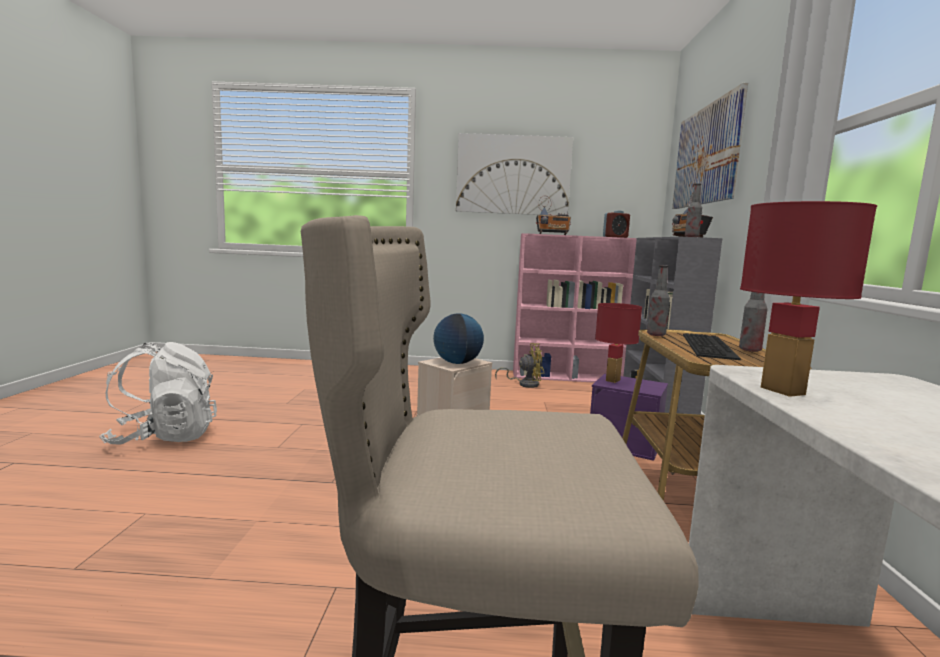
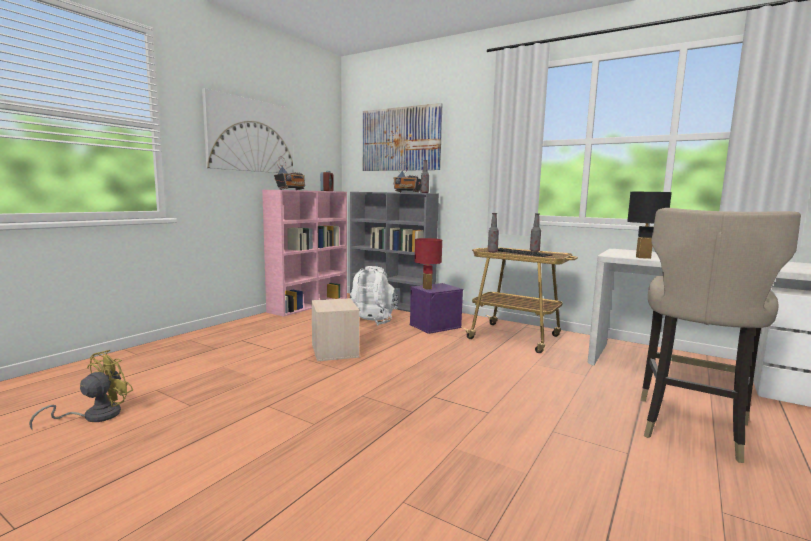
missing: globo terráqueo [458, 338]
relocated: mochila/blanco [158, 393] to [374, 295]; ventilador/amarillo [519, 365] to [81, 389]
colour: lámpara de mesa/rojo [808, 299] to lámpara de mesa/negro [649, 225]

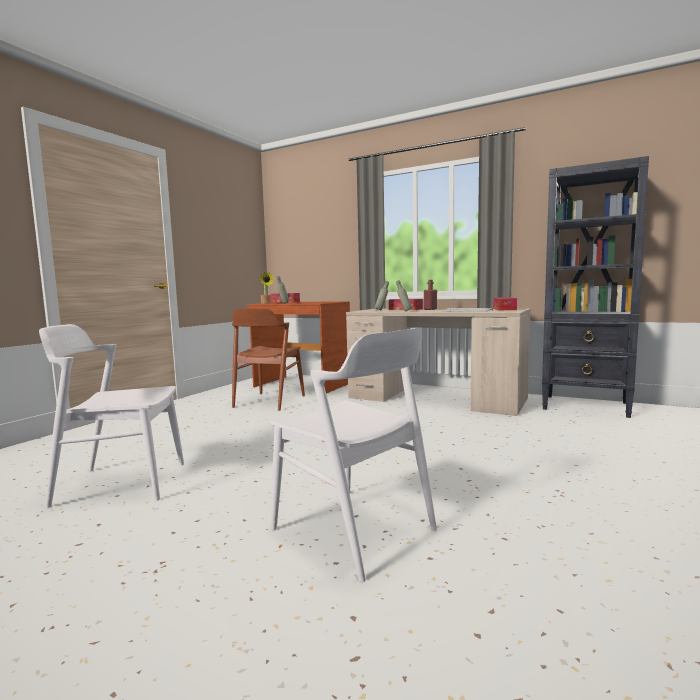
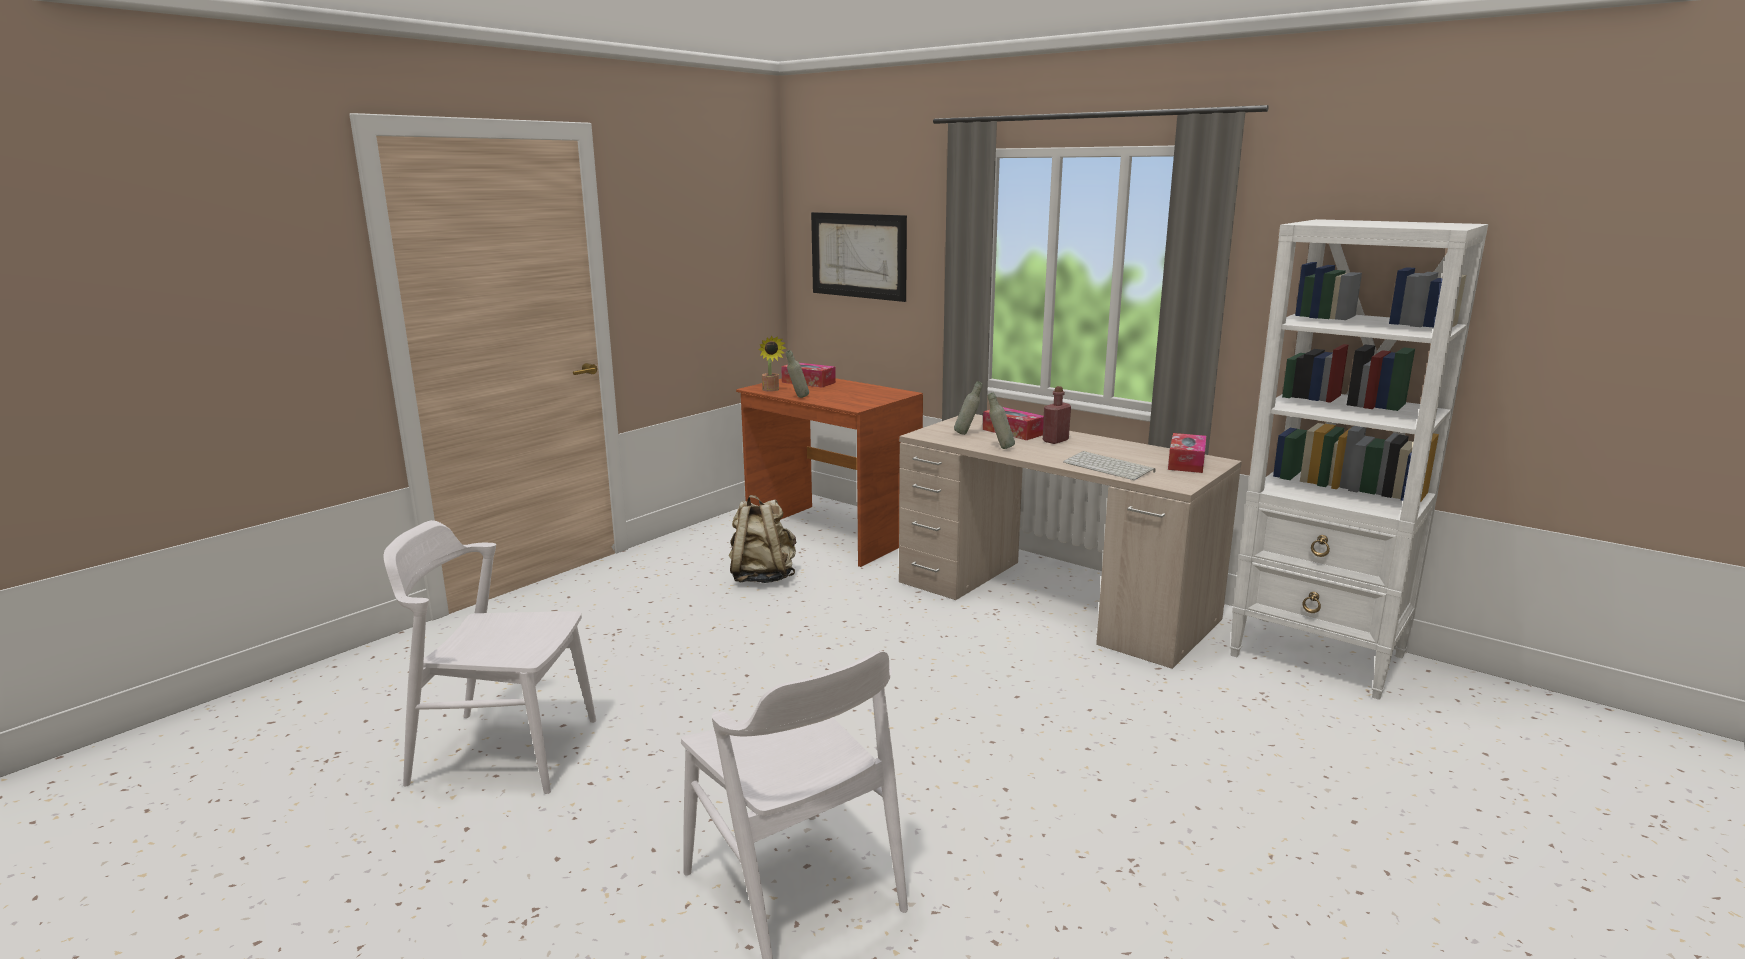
appeared: cuadro [859, 257]
exchanged: silla/marrón [268, 360] to mochila/beis [762, 539]
colour: estantería/negro [595, 287] to estantería/blanco [1359, 459]

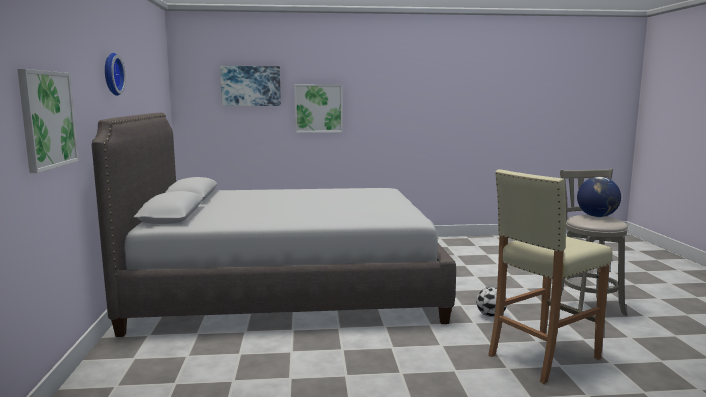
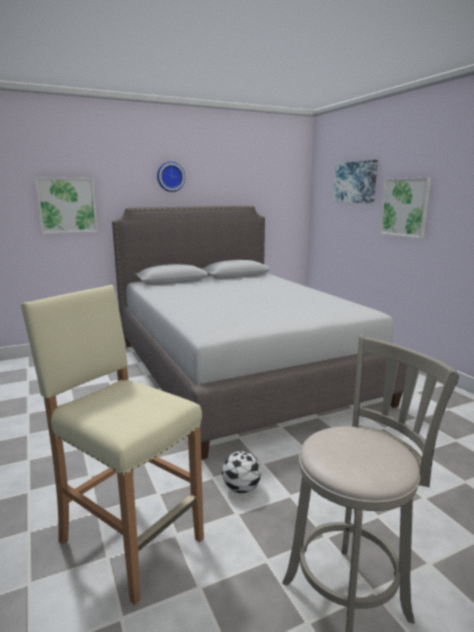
missing: globo terráqueo [599, 197]

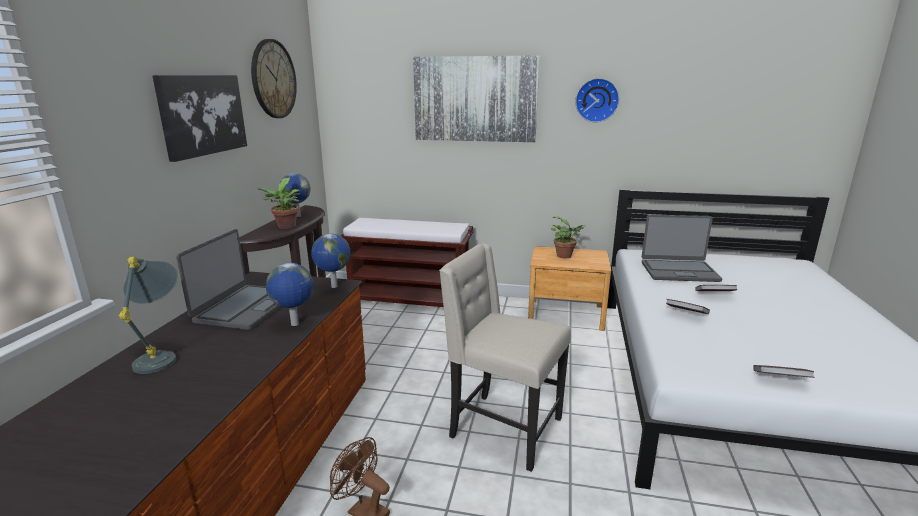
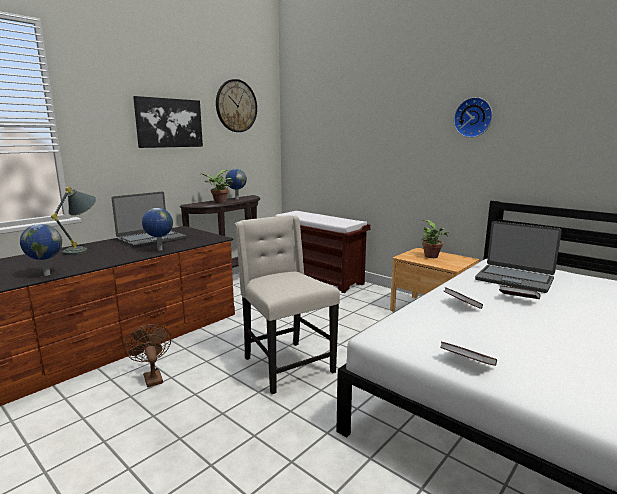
missing: cuadro [476, 98]
relocated: globo terráqueo [331, 261] to [41, 250]

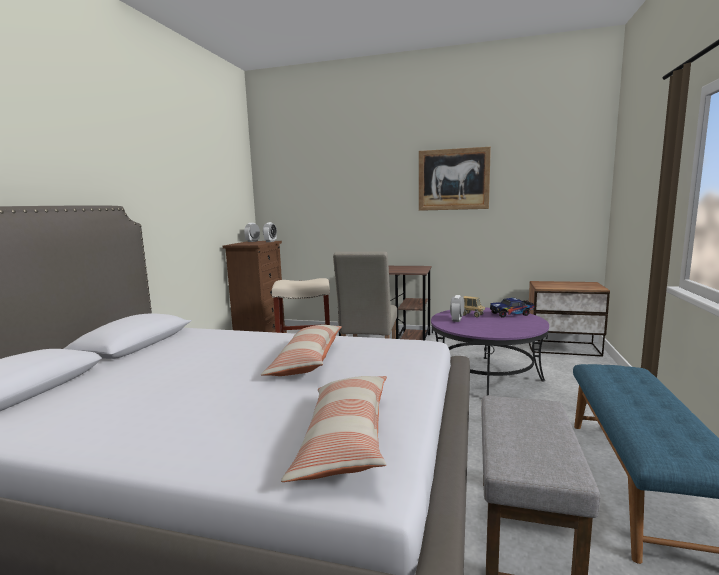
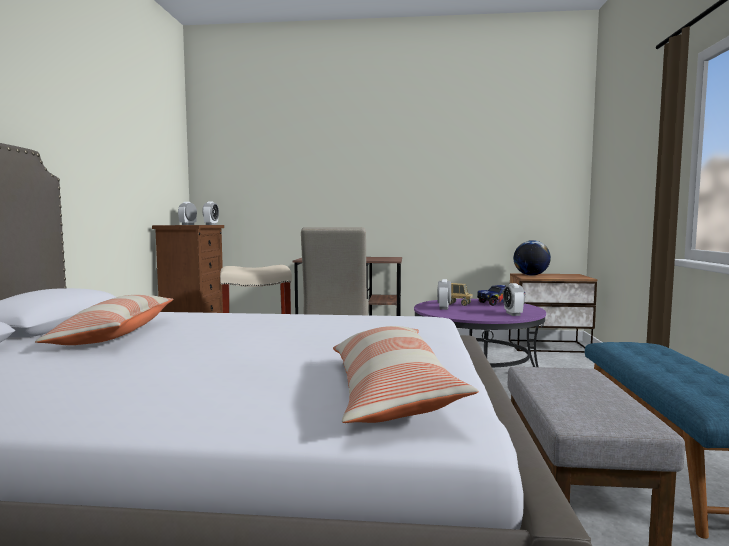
missing: cuadro [455, 179]
appeared: despertador [514, 299]; globo terráqueo [532, 258]
relocated: cojín [301, 350] to [104, 320]

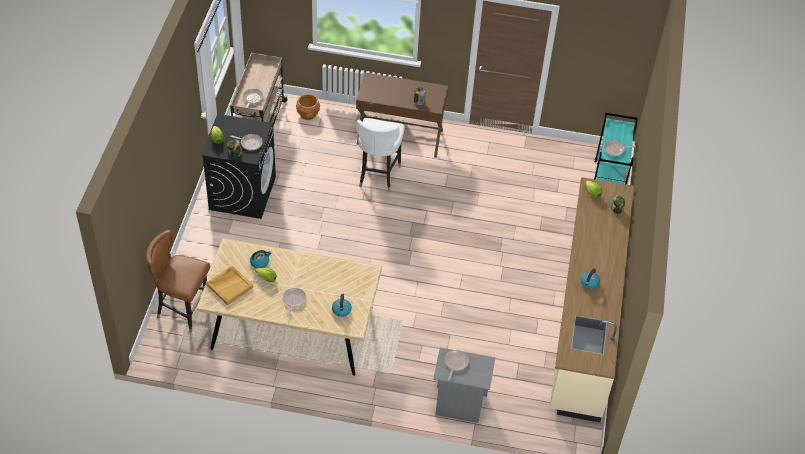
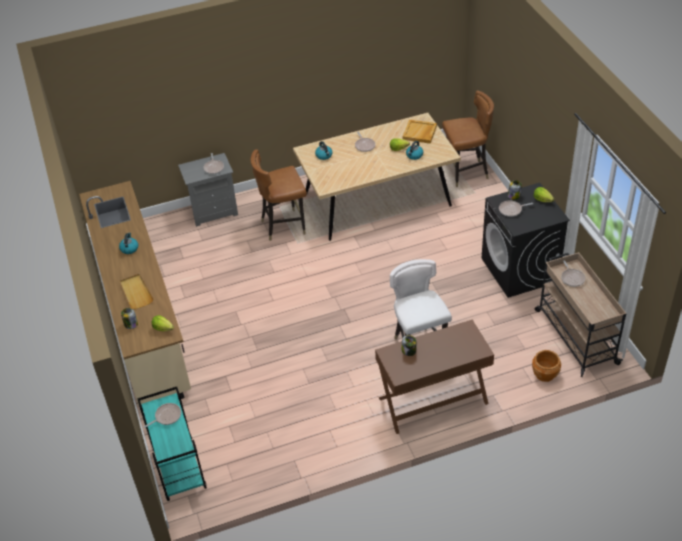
appeared: bandeja/beis [137, 291]; silla/marrón [278, 195]

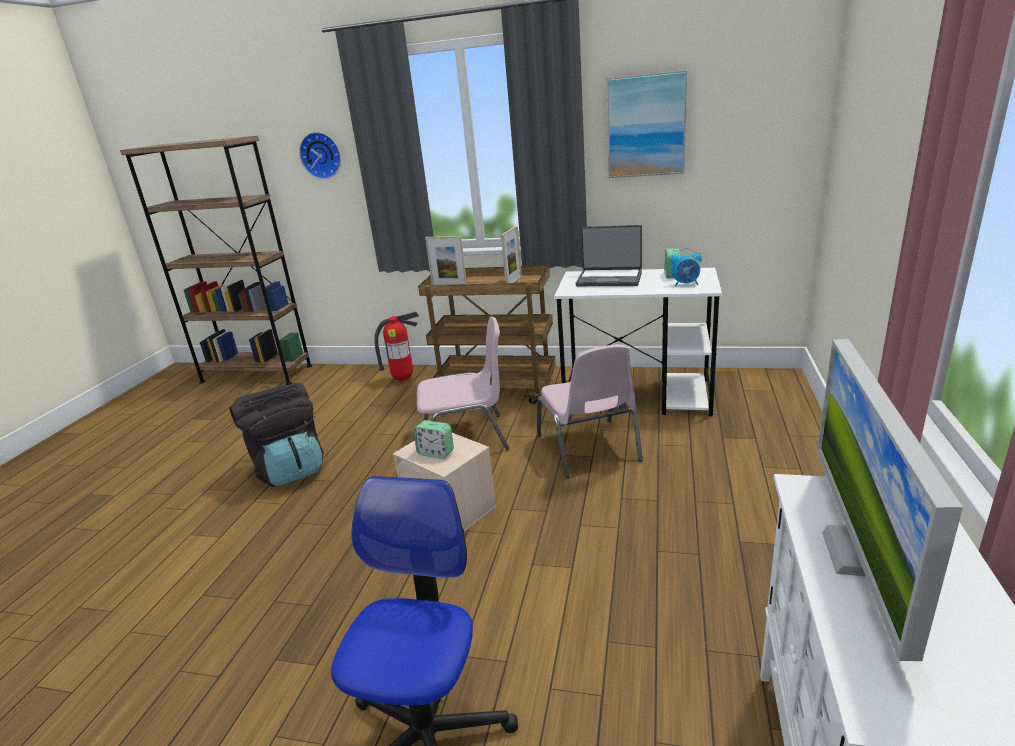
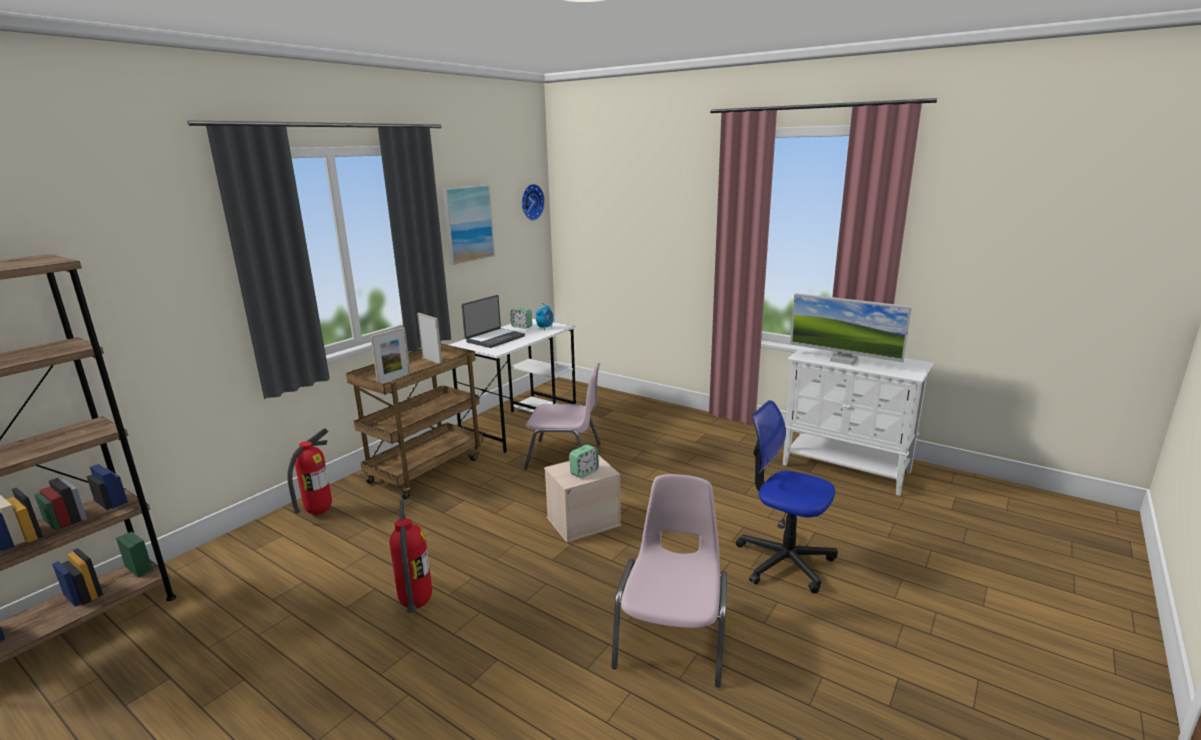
relocated: reloj de pared [320, 155] to [533, 202]; silla/rosa [463, 383] to [669, 581]
exchanged: mochila/negro [276, 435] to extintor [411, 556]

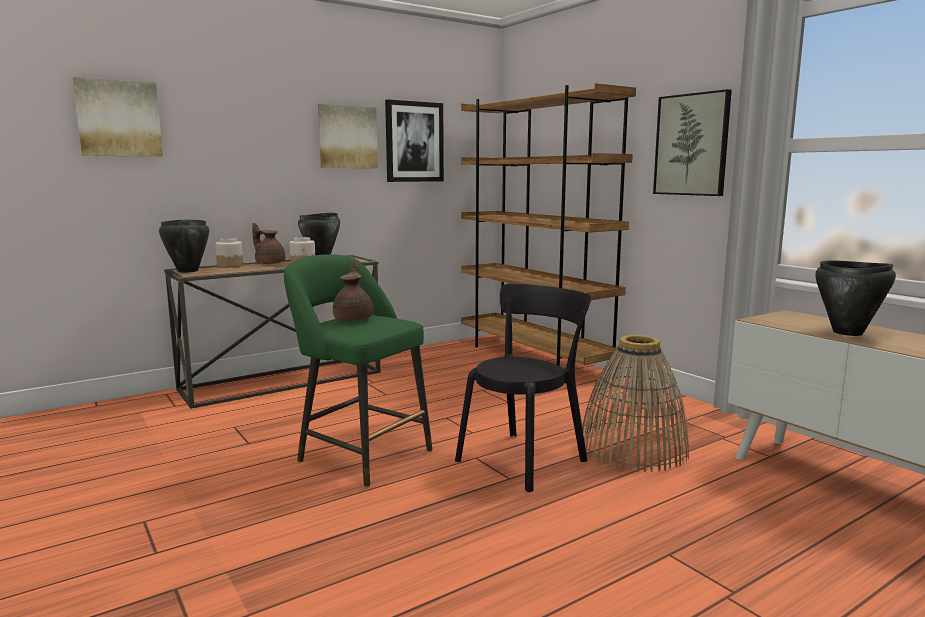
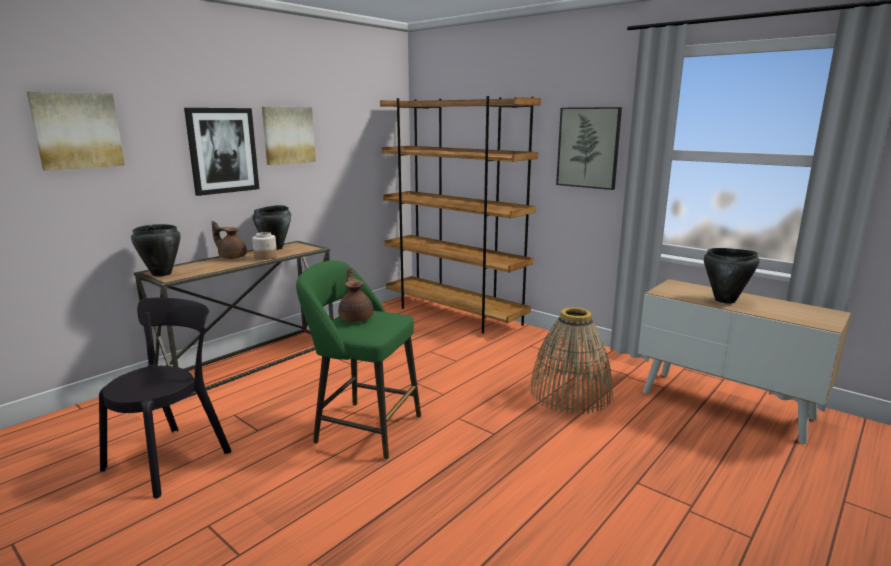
missing: tarro [229, 253]
relocated: cuadro [414, 140] to [221, 152]; silla/negro [523, 388] to [165, 398]

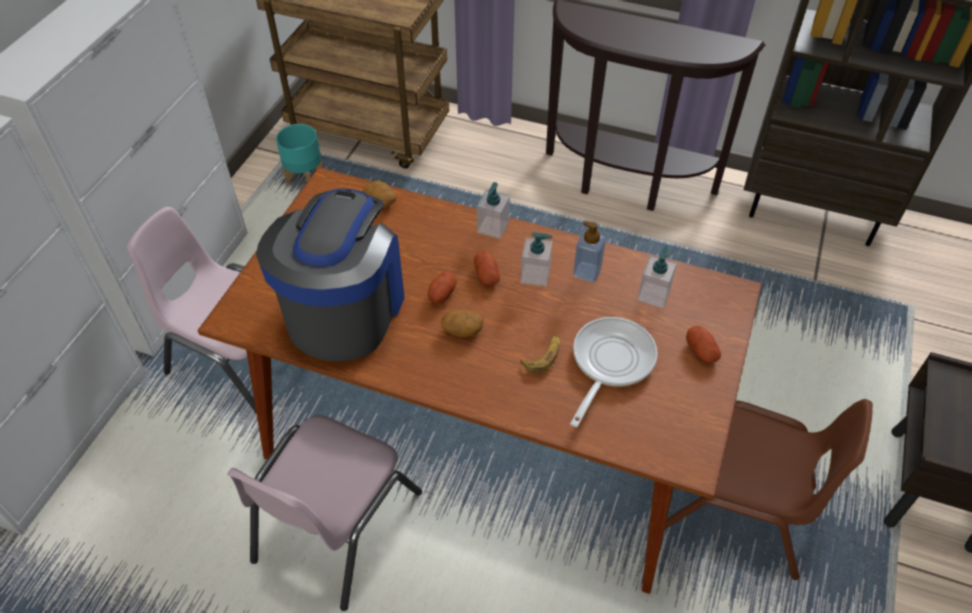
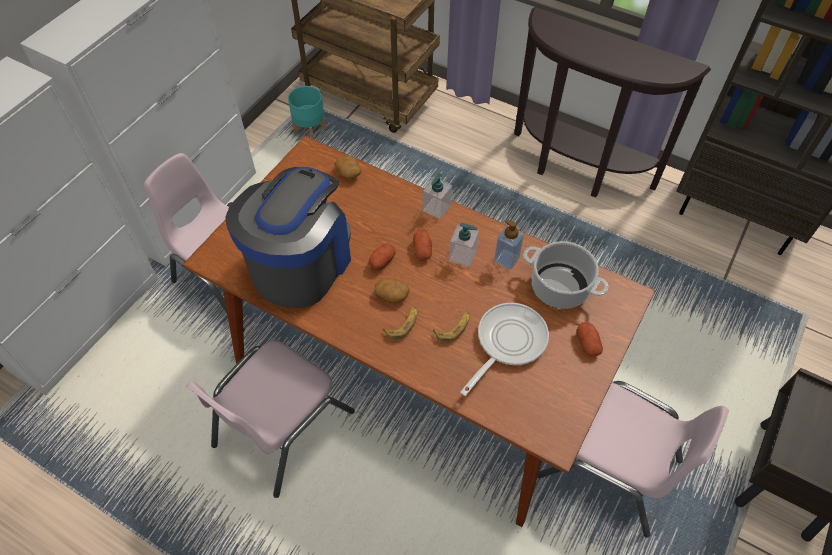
appeared: plátano [400, 323]
exchanged: dispensador de jabón [657, 276] to olla [565, 275]
colour: silla/marrón [768, 489] to silla/rosa [633, 459]

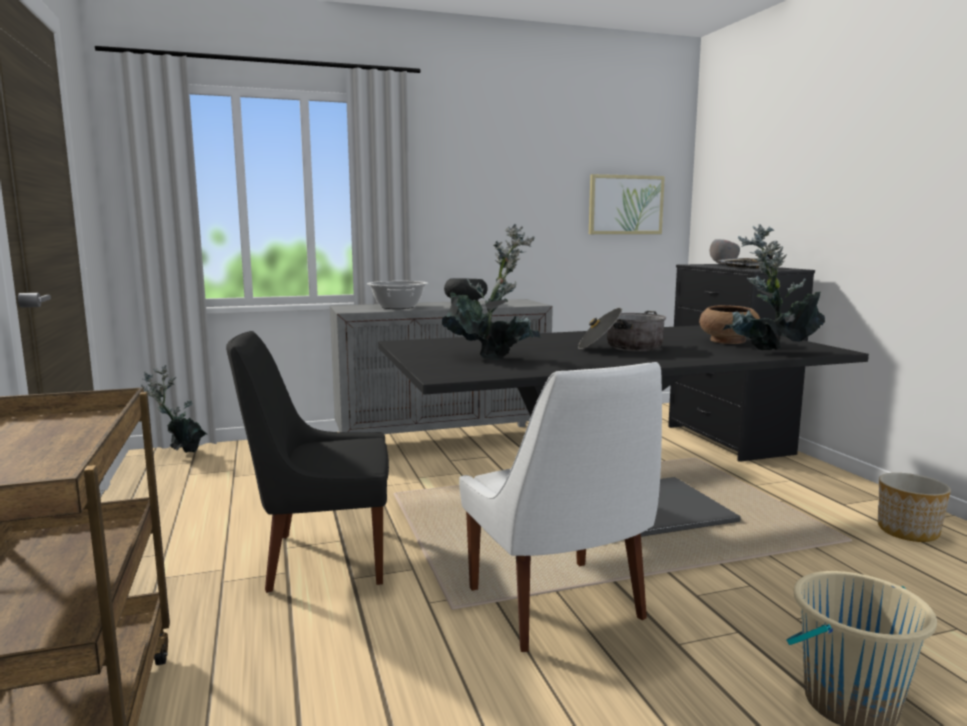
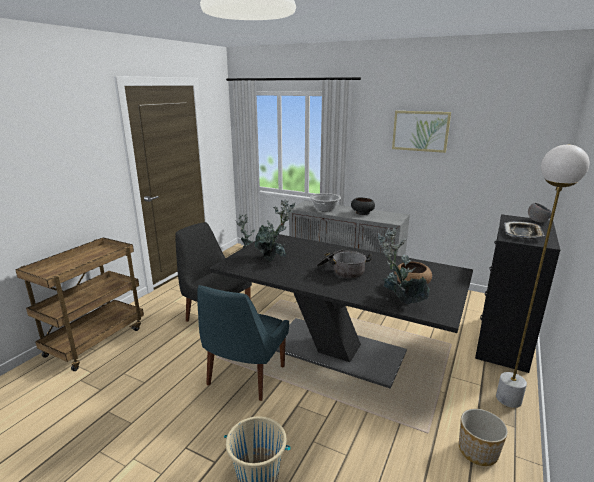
appeared: lámpara de pie/blanco [543, 276]
relocated: cuadro [627, 204] to [421, 132]
colour: silla/blanco [560, 507] to silla/azul [243, 343]

